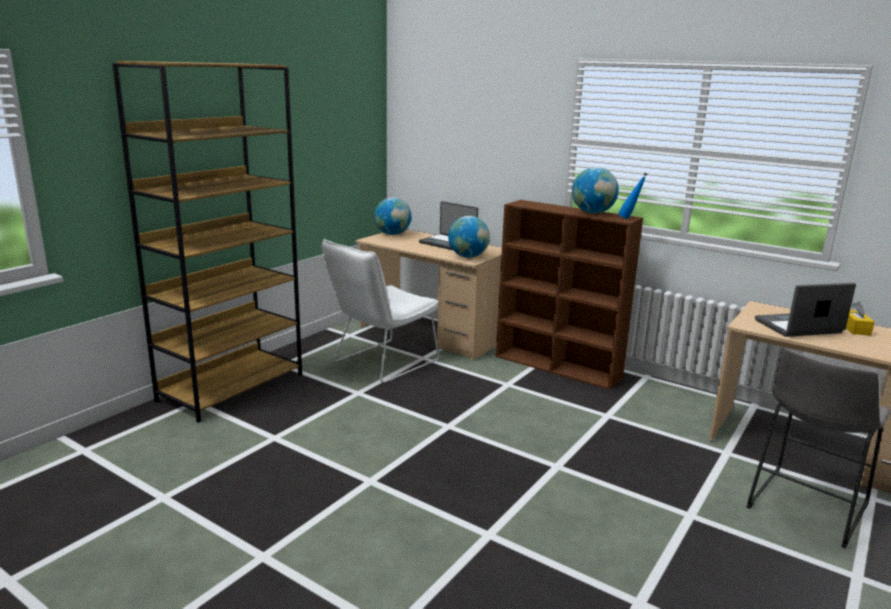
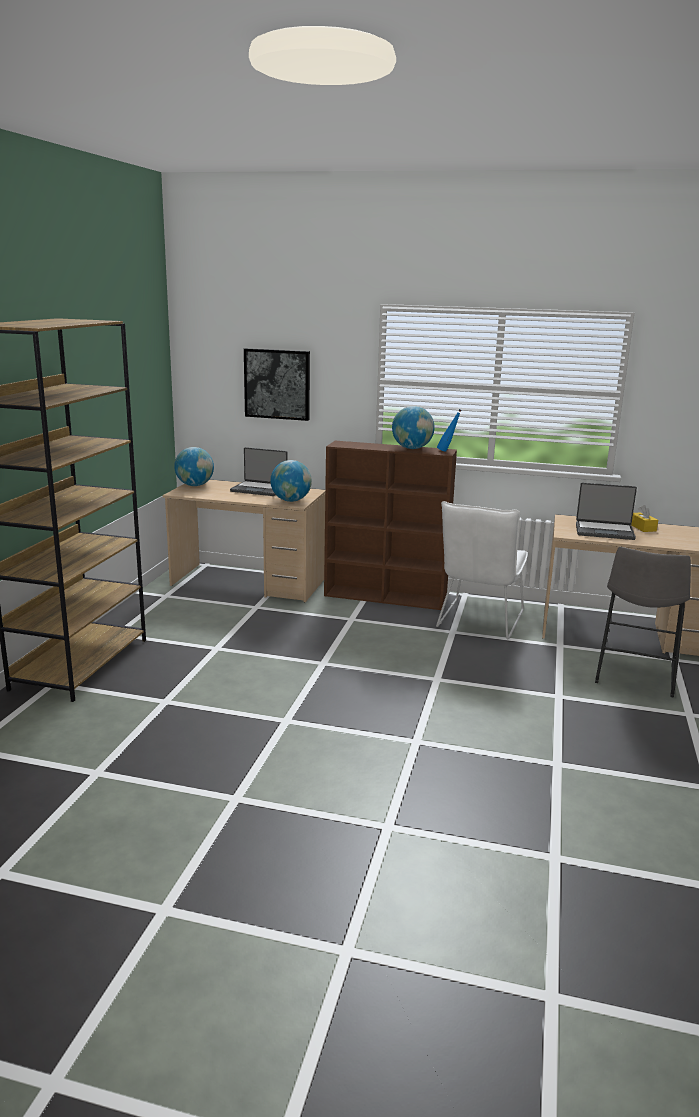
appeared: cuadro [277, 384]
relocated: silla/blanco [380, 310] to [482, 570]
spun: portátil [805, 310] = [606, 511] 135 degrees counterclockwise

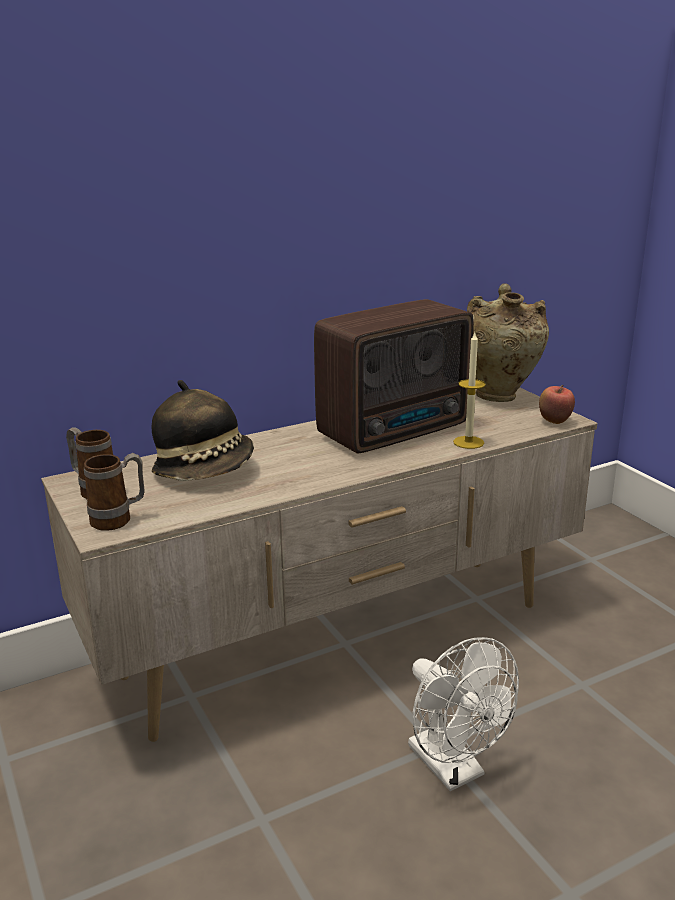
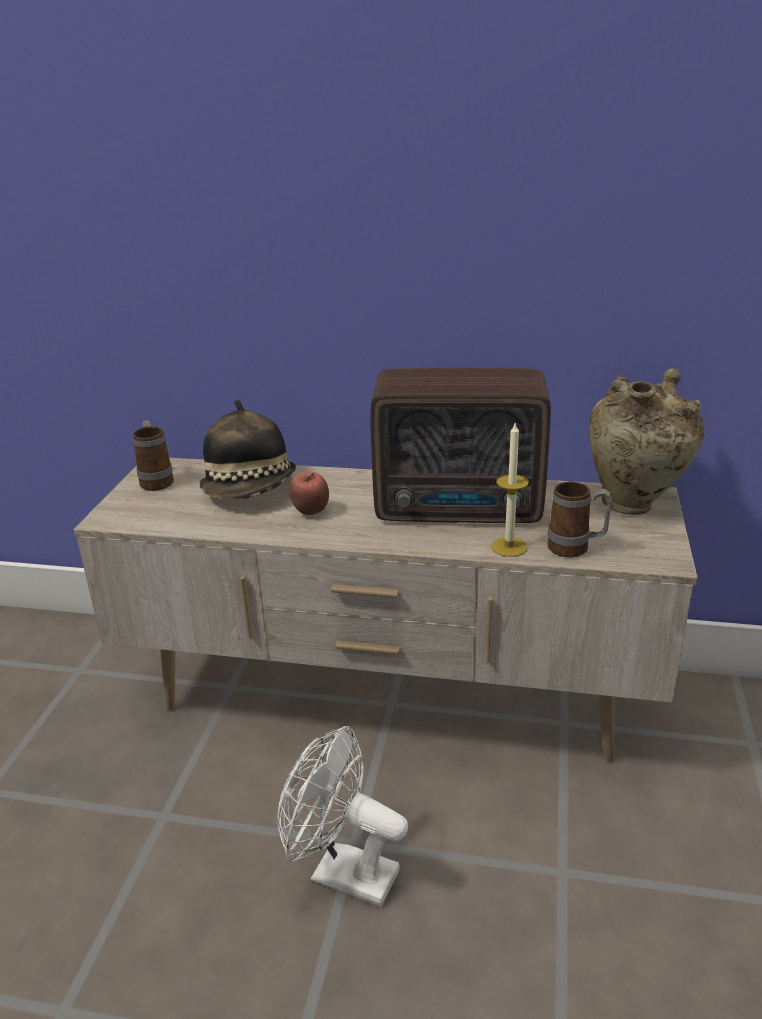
relocated: taza grande [114, 492] to [580, 519]; manzana [557, 404] to [309, 493]
spun: ventilador/blanco [463, 714] = [342, 816] 105 degrees clockwise

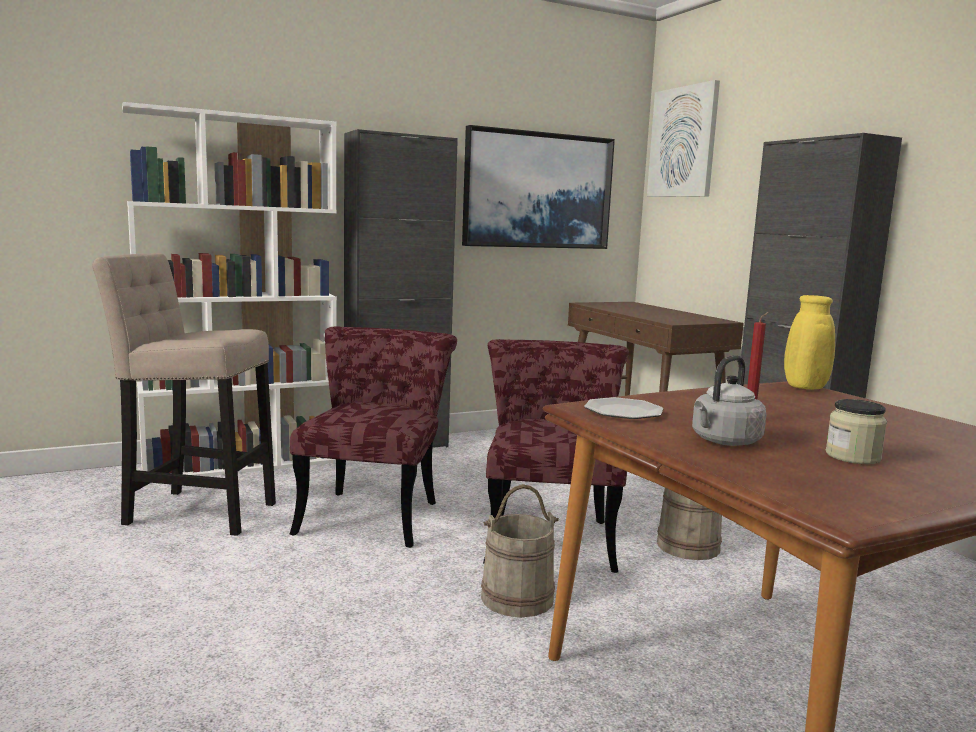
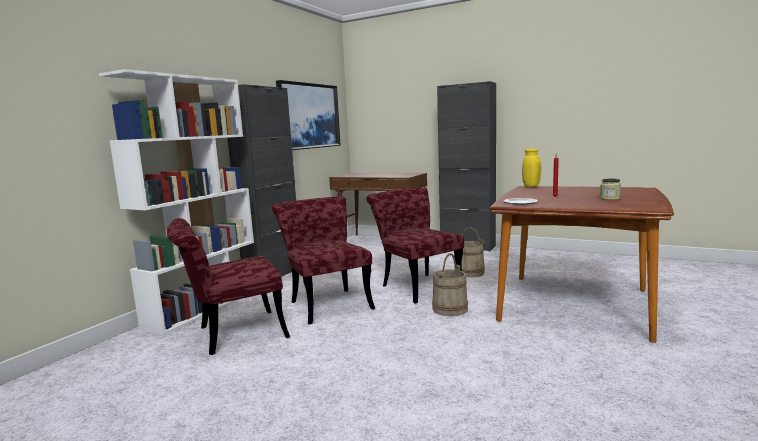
missing: cuadro [683, 138]; hervidor/gris [729, 400]
exchanged: taburete/beis [184, 394] to silla/rojo [228, 286]

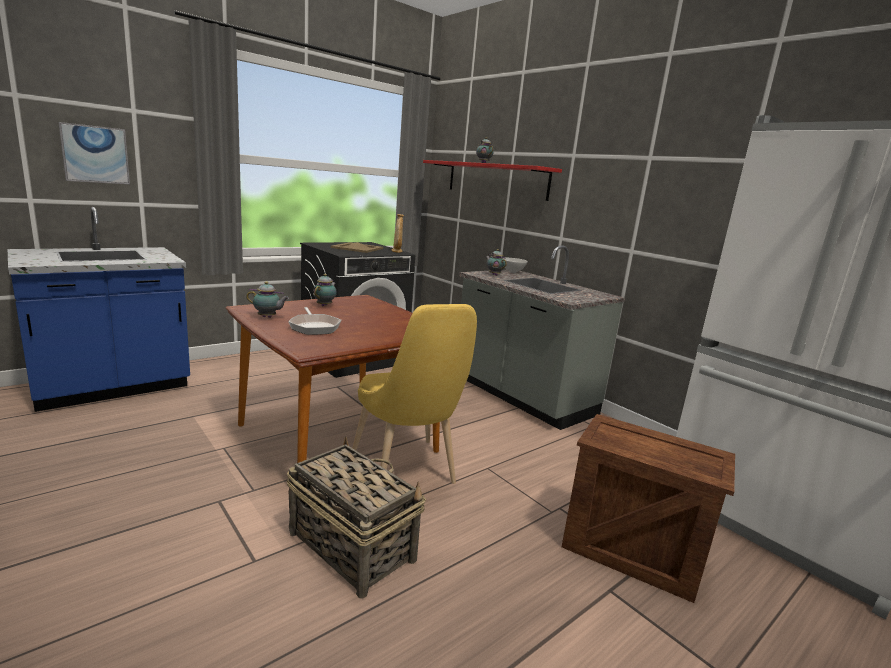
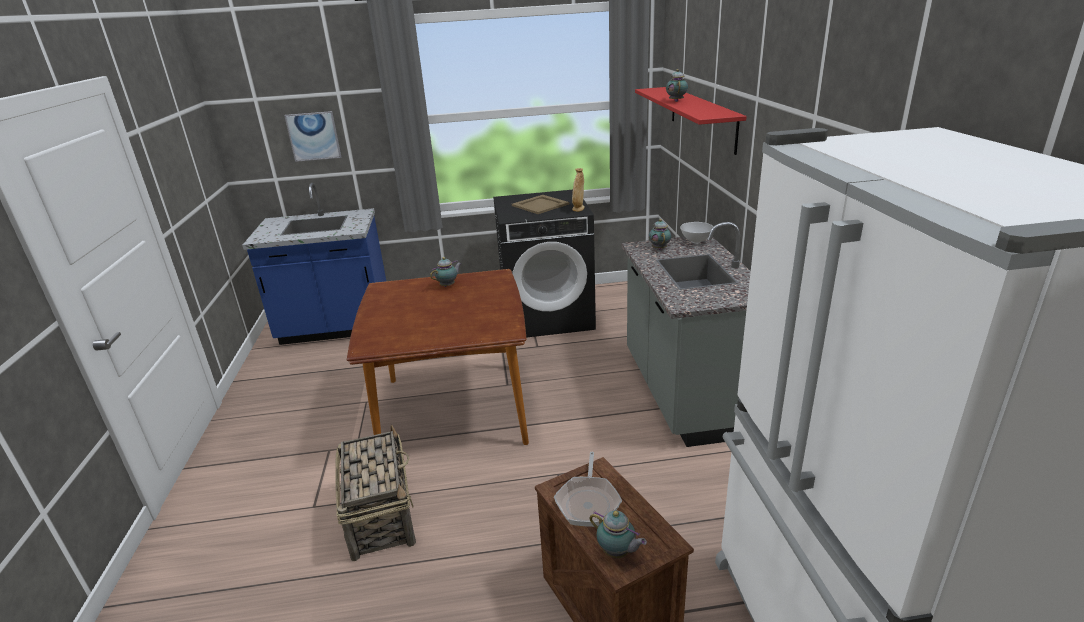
missing: silla/amarillo [415, 394]
relocated: tetera [267, 299] to [618, 534]; sartén [314, 321] to [588, 489]

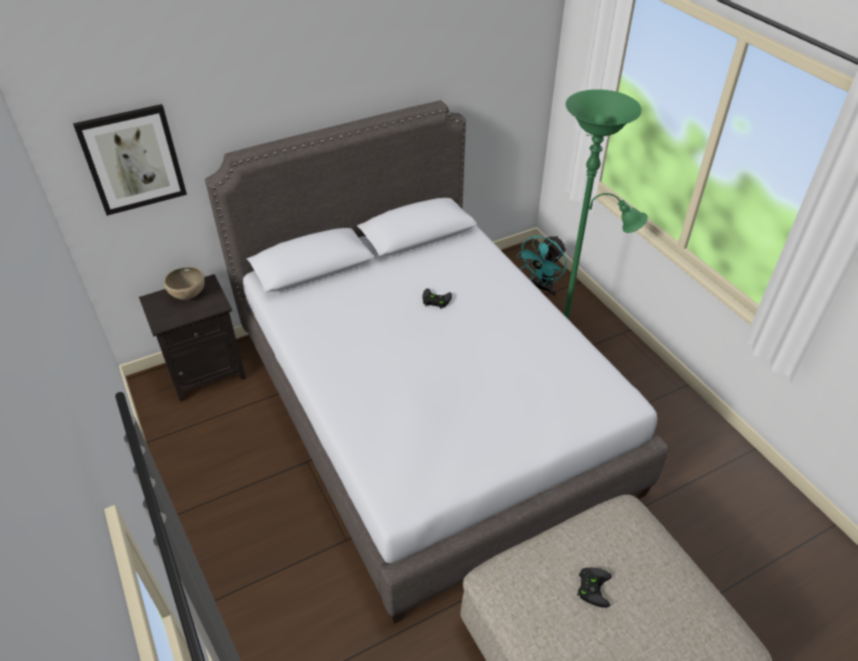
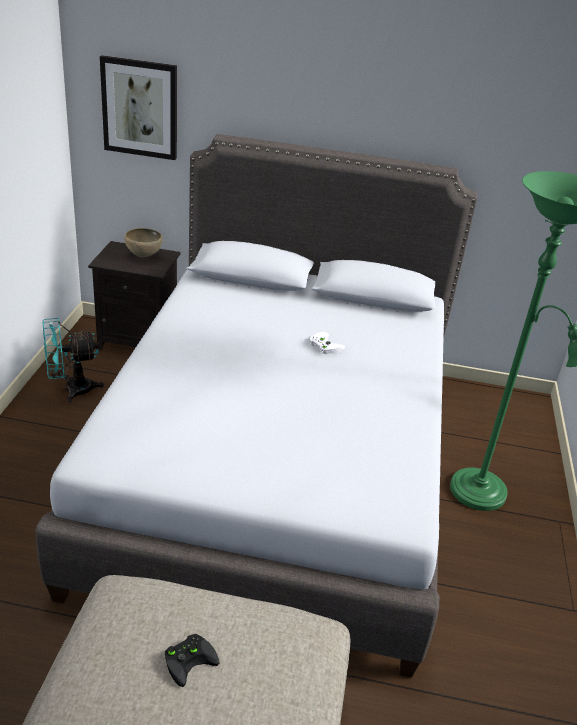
relocated: ventilador/turquesa [542, 266] to [73, 360]
colour: mando de consola/negro [437, 298] to mando de consola/blanco [327, 343]

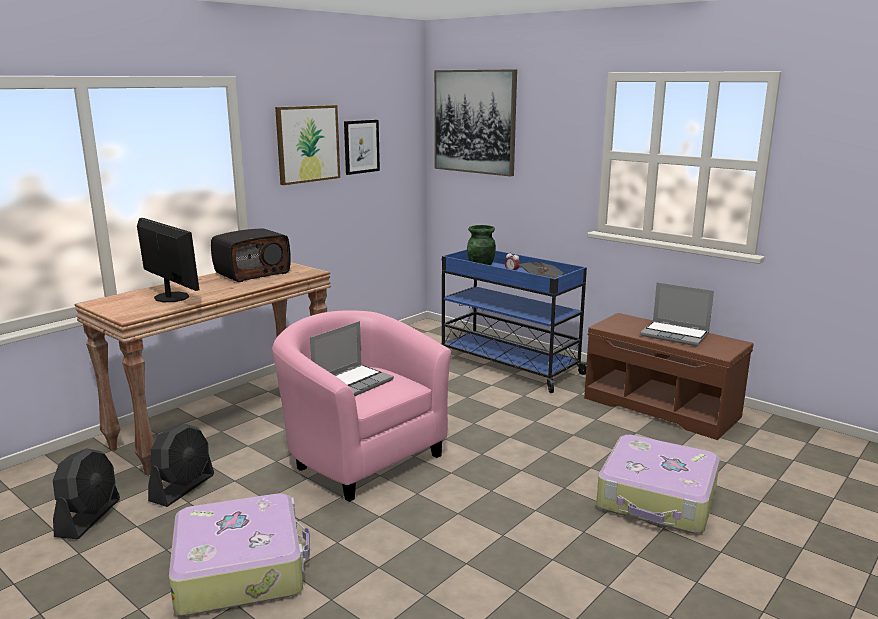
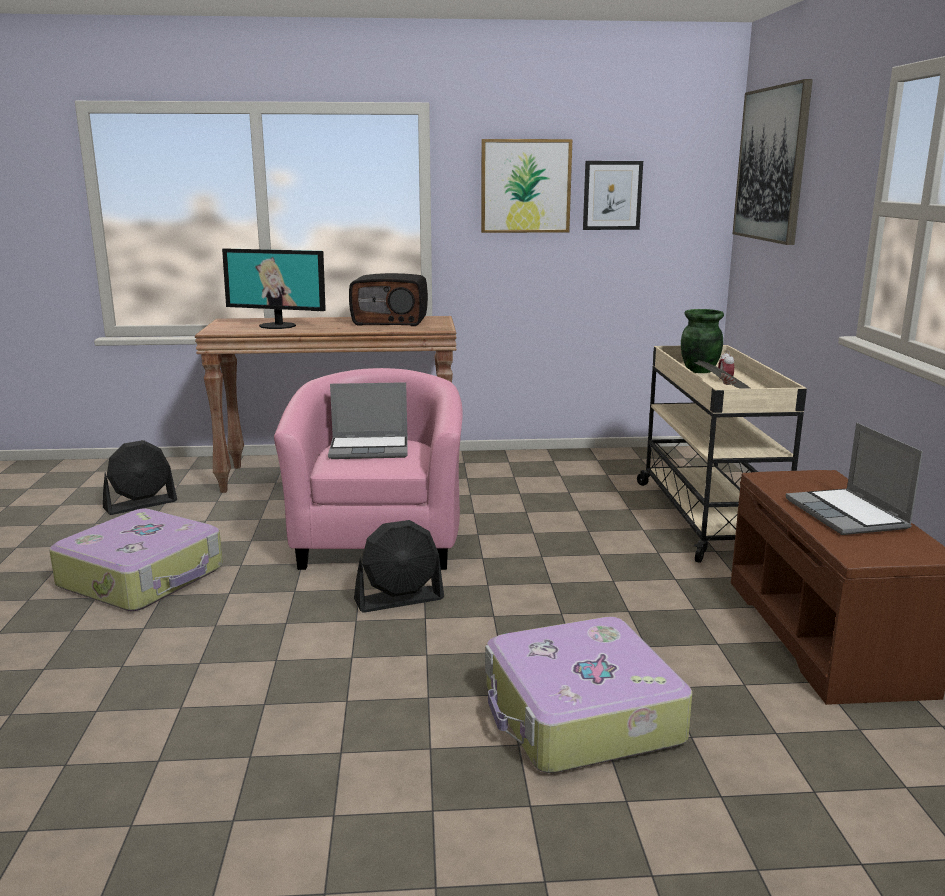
relocated: ventilador/negro [181, 465] to [399, 566]
colour: carrito/azul [514, 321] to carrito/beis [722, 454]
spun: monitor [168, 260] = [274, 288] 105 degrees clockwise

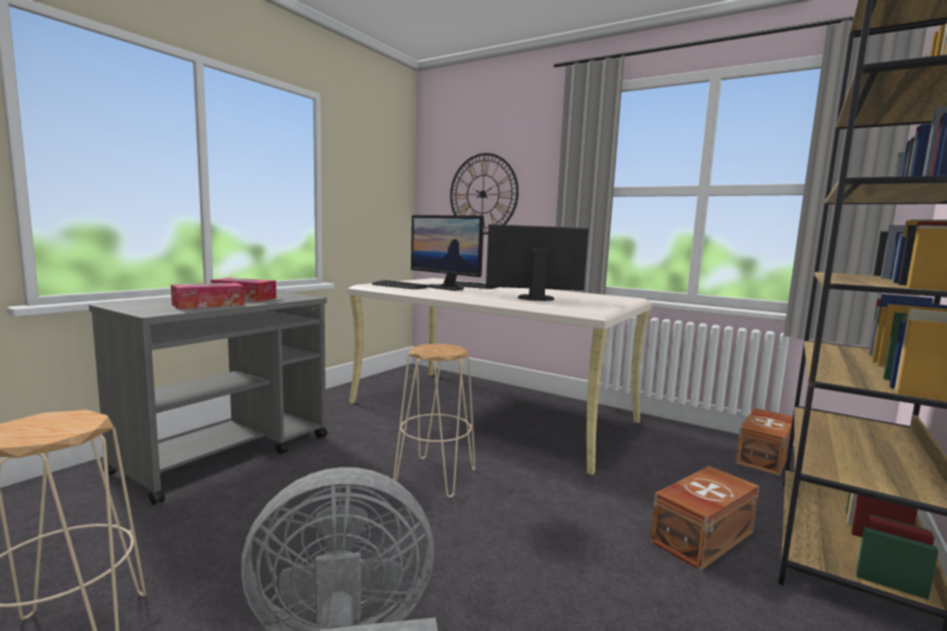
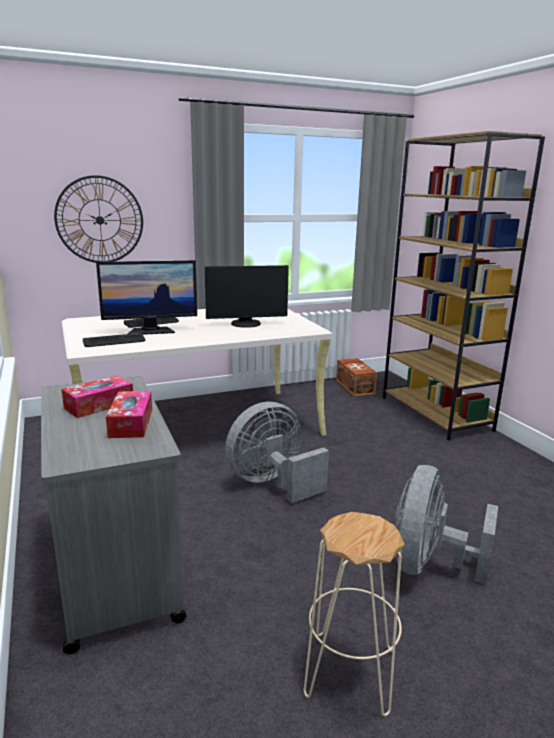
missing: caja de almacenaje/marrón [704, 518]
exchanged: taburete/beis [434, 421] to ventilador/gris [277, 452]
spun: monitor [537, 262] = [247, 296] 135 degrees counterclockwise

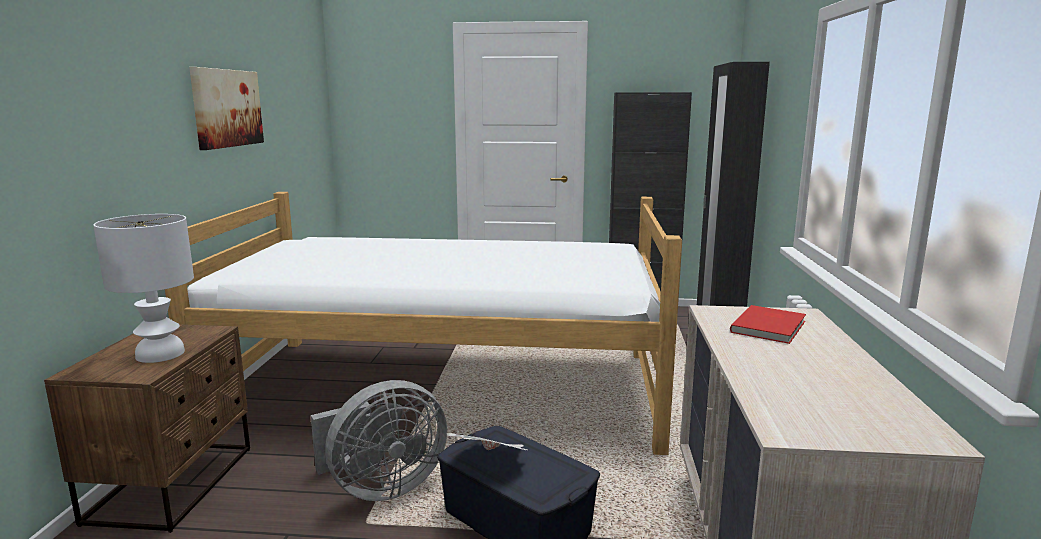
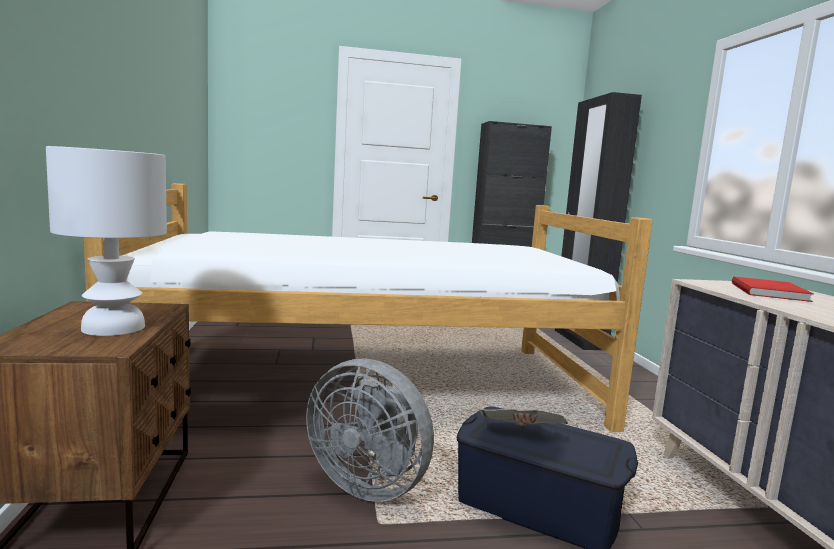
missing: cuadro [226, 108]
spun: ventilador/gris [379, 440] = [370, 430] 75 degrees clockwise

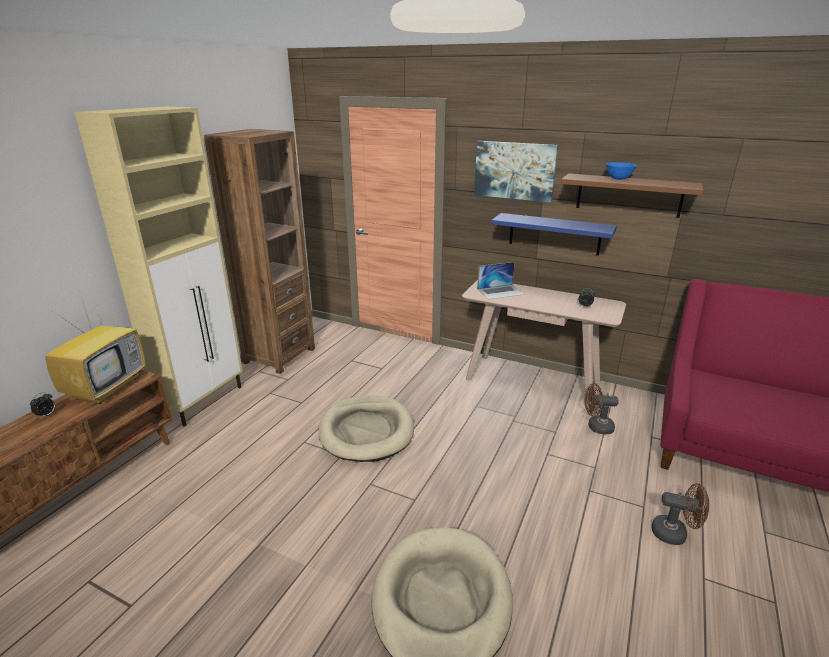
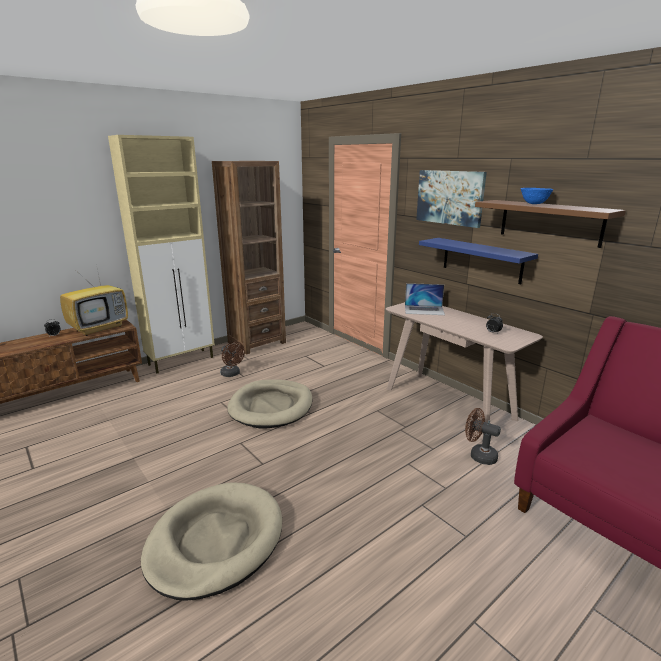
relocated: ventilador/marrón [680, 514] to [232, 359]

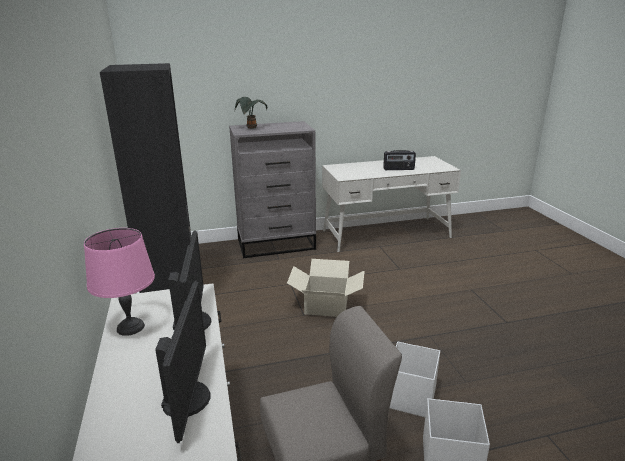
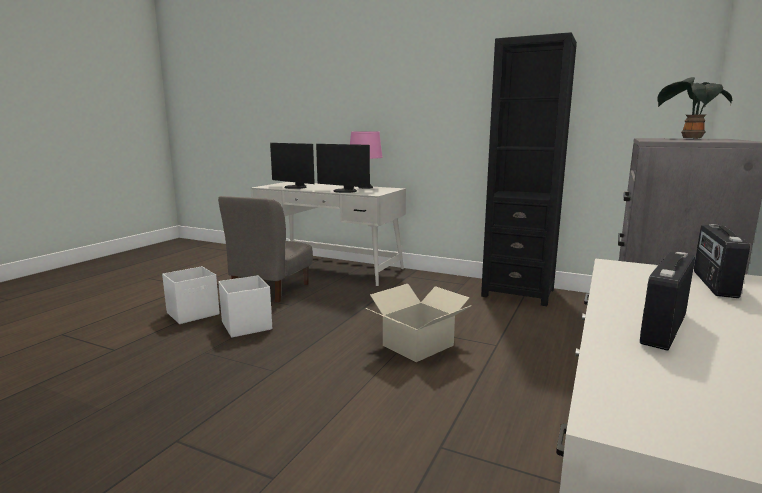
appeared: radio [722, 261]

